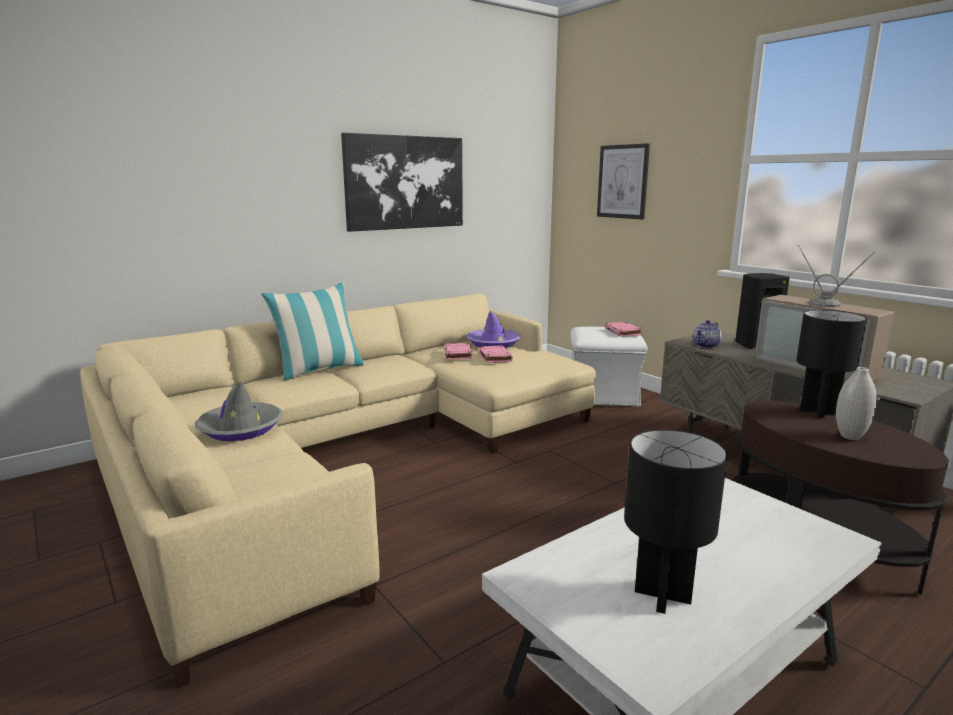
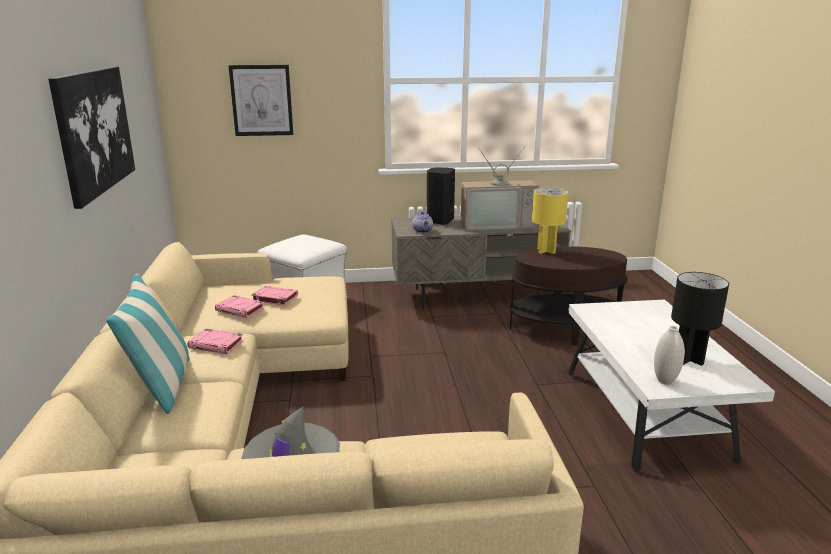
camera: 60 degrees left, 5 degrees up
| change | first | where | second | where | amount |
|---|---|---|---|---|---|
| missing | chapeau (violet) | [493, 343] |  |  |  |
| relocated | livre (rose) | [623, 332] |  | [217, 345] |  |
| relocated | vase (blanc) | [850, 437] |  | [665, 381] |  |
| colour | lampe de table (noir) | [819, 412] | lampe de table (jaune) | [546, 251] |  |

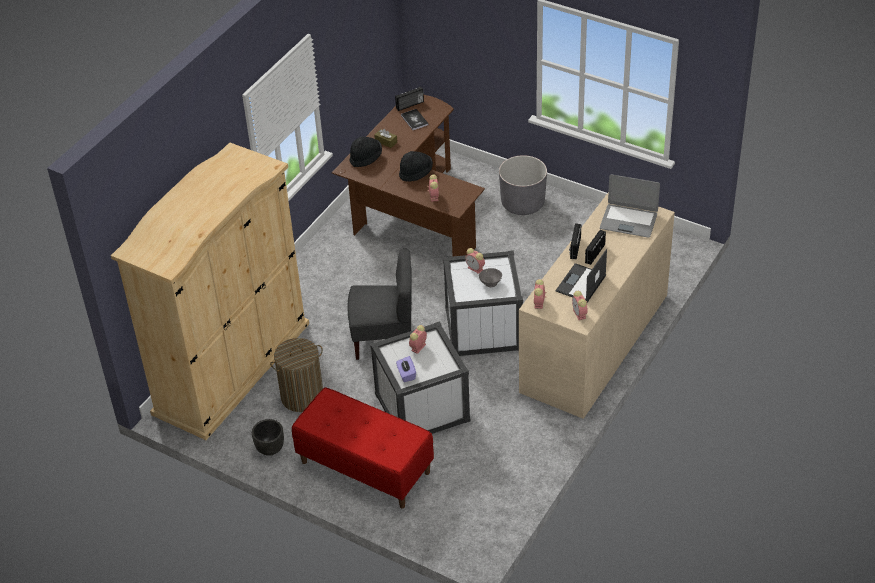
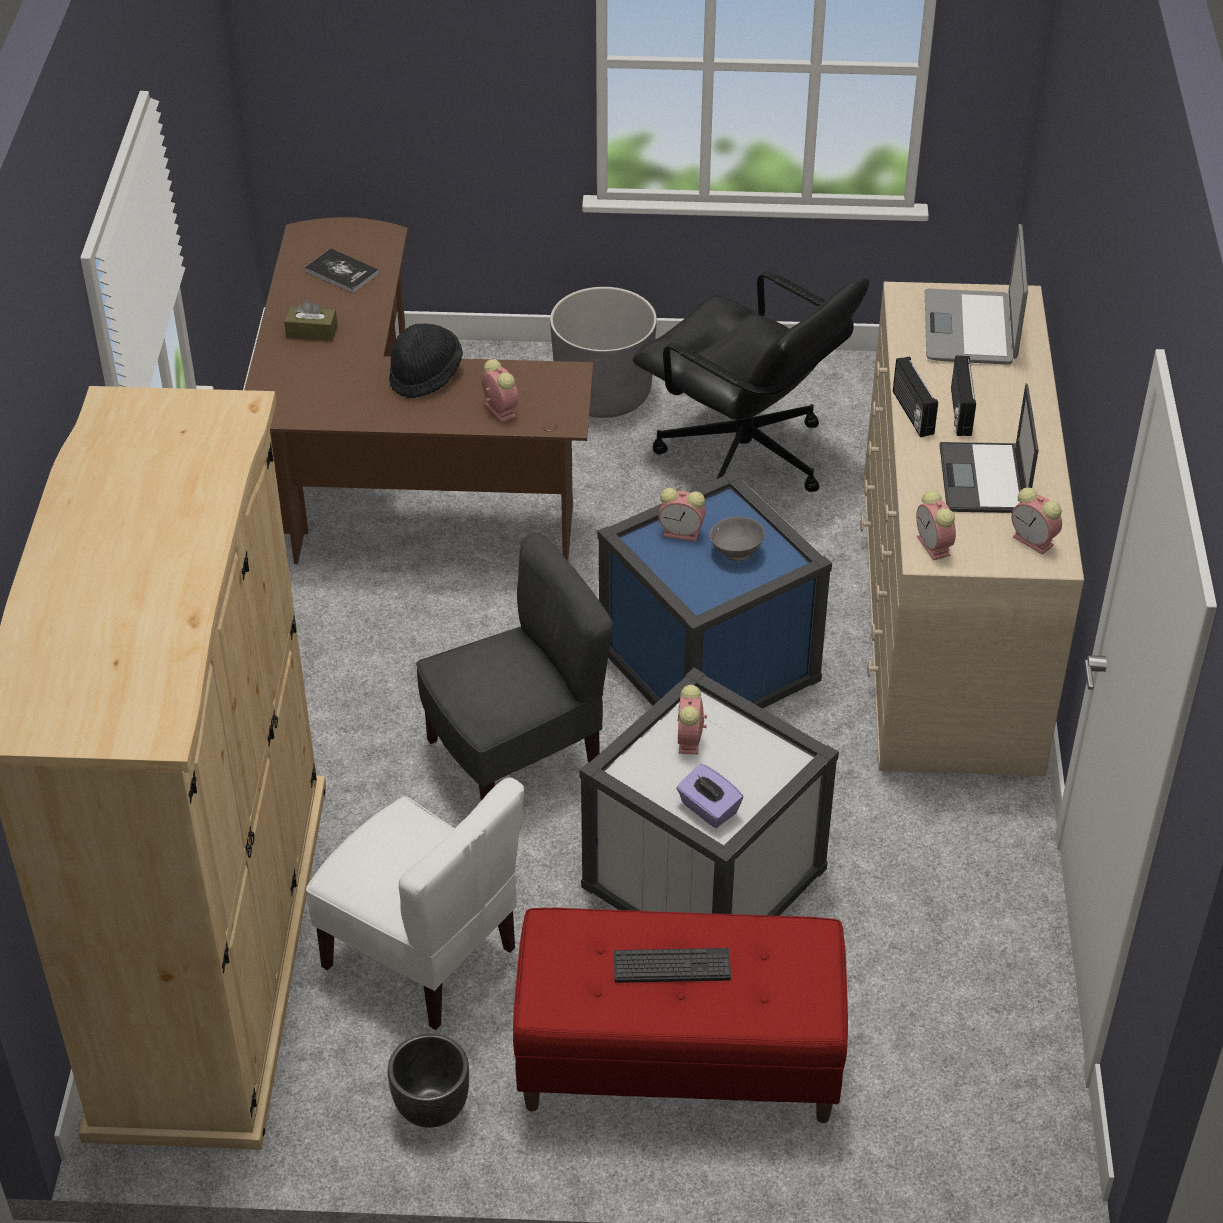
camera: 30 degrees left, 0 degrees up
| change | first | where | second | where | amount |
|---|---|---|---|---|---|
| missing | chapeau (noir) | [366, 158] |  |  |  |
| missing | radio | [410, 105] |  |  |  |
| appeared |  |  | clavier | [672, 966] |  |
| appeared |  |  | chaise de bureau (noir) | [744, 458] |  |
| exchanged | panier à linge | [302, 396] | chaise (blanc) | [422, 956] |  |
| colour | boîte de rangement (blanc) | [483, 328] | boîte de rangement (bleu) | [709, 664] |  |
| spun | ordinateur portable | [628, 221] |  | [971, 329] | 105 degrees clockwise |

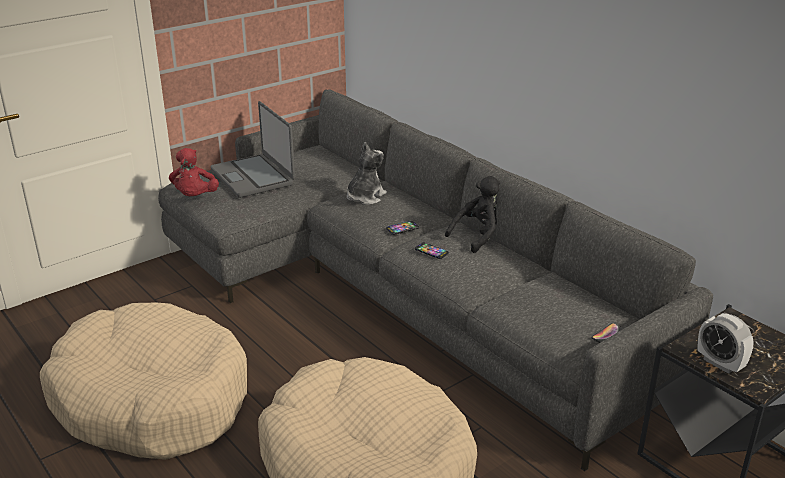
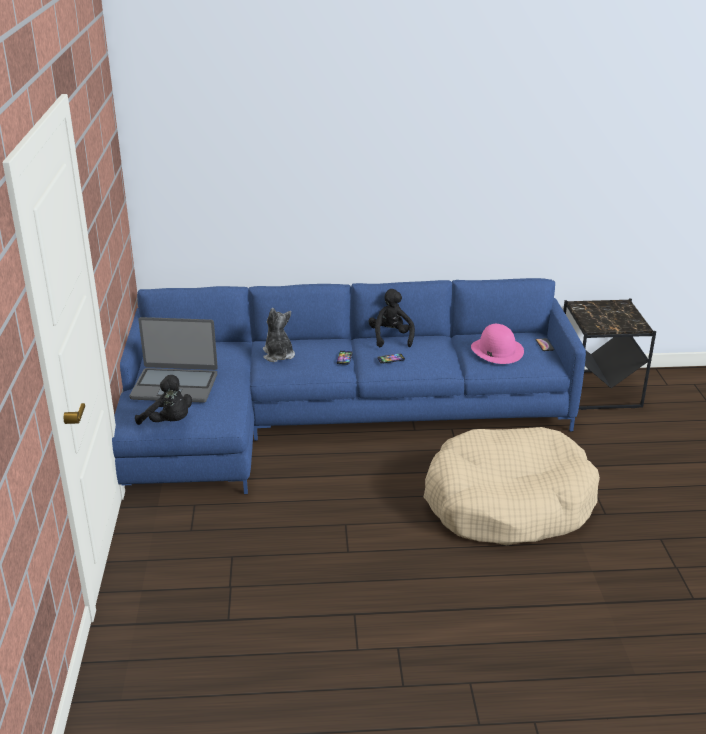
camera: 55 degrees left, 0 degrees up
| change | first | where | second | where | amount |
|---|---|---|---|---|---|
| missing | panier pour chien (beige) | [151, 400] |  |  |  |
| missing | réveil | [720, 363] |  |  |  |
| appeared |  |  | chapeau (rose) | [496, 350] |  |
| colour | canapé (gris) | [395, 293] | canapé (bleu) | [326, 419] |  |
| colour | peluche (rouge) | [195, 197] | peluche (noir) | [169, 422] |  |

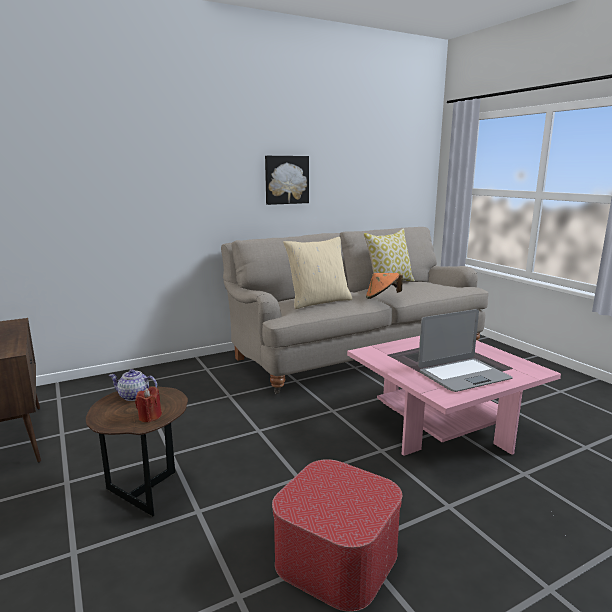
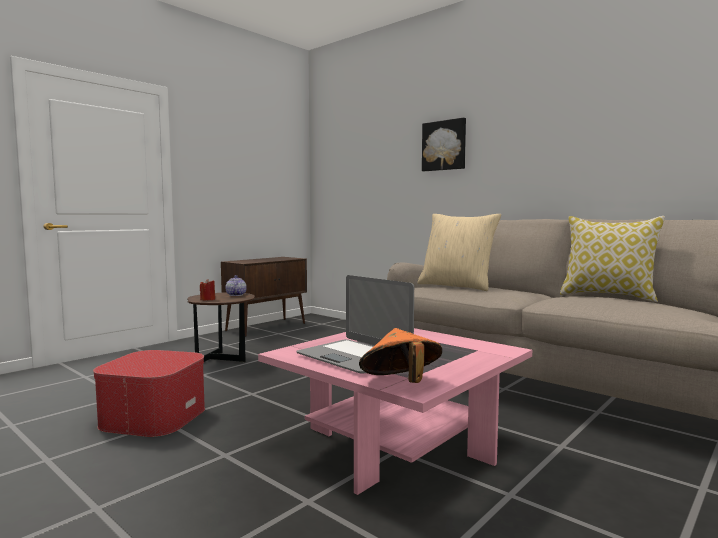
camera: 70 degrees right, 10 degrees down
| change | first | where | second | where | amount |
|---|---|---|---|---|---|
| relocated | tableau | [286, 180] |  | [444, 145] |  |
| relocated | chapeau (orange) | [382, 297] |  | [400, 384] |  |

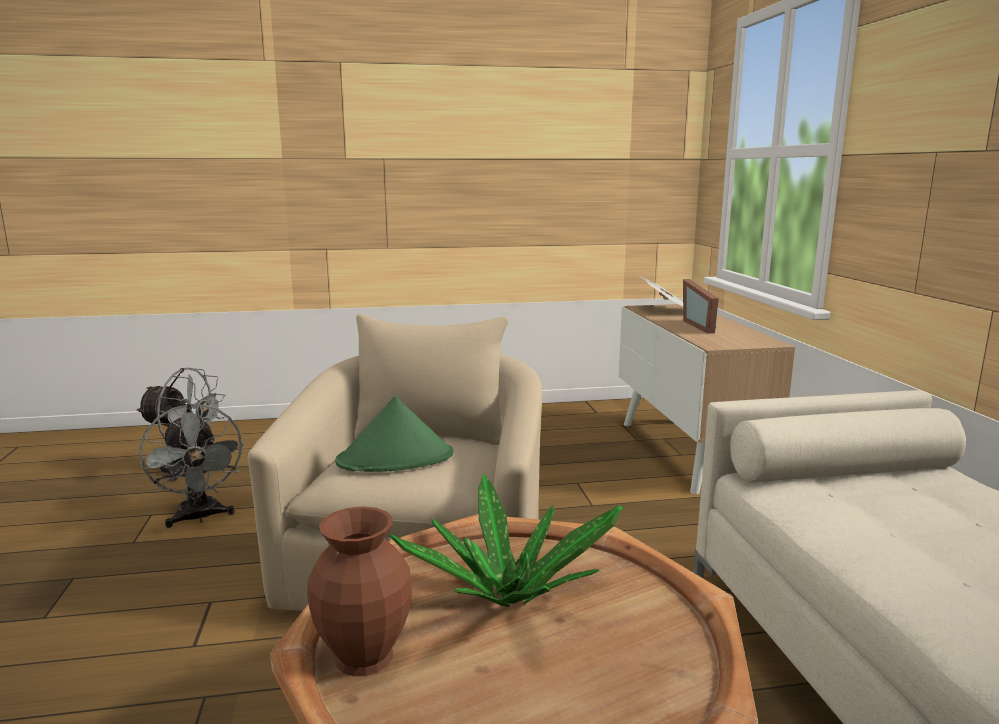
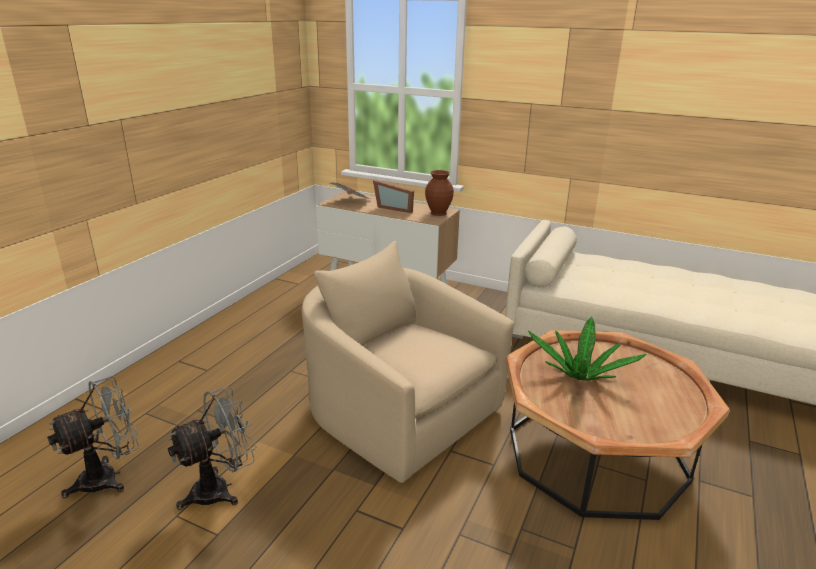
camera: 55 degrees left, 10 degrees up
| change | first | where | second | where | amount |
|---|---|---|---|---|---|
| missing | chapeau (vert) | [396, 459] |  |  |  |
| relocated | vase (marron) | [362, 657] |  | [438, 213] |  |
| spun | ventilateur (gris) | [200, 517] |  | [220, 489] | 45 degrees counterclockwise |

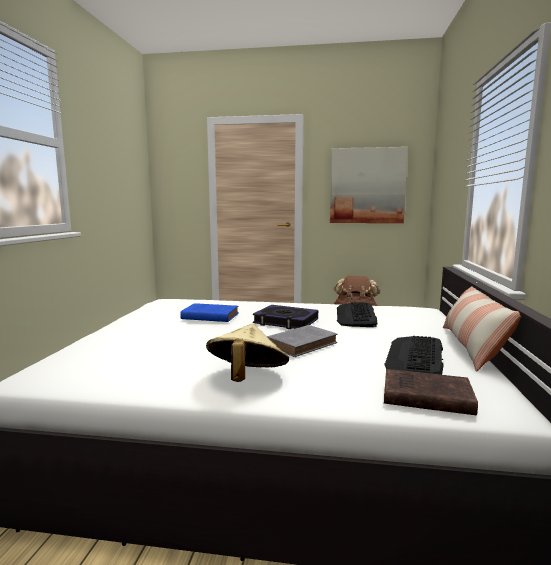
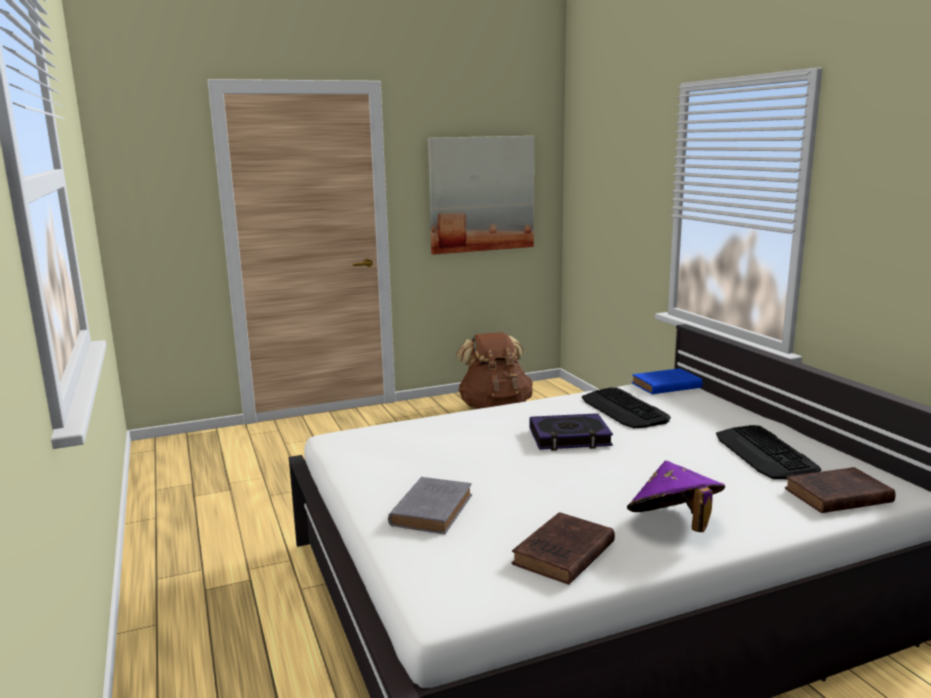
camera: 30 degrees left, 5 degrees up
| change | first | where | second | where | amount |
|---|---|---|---|---|---|
| missing | coussin | [472, 347] |  |  |  |
| appeared |  |  | livre (marron) | [562, 555] |  |
| relocated | livre (bleu) | [208, 316] |  | [664, 386] |  |
| relocated | livre (gris) | [303, 344] |  | [433, 509] |  |
| colour | chapeau (beige) | [247, 378] | chapeau (violet) | [674, 525] |  |

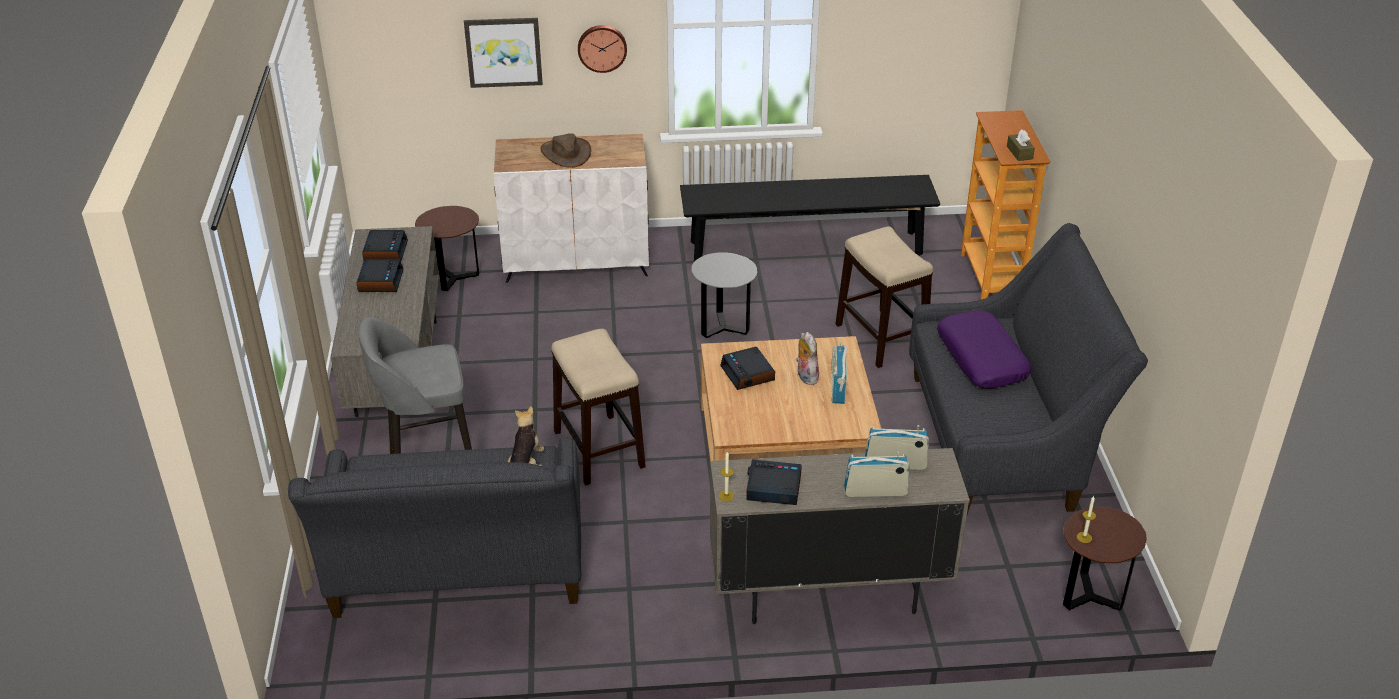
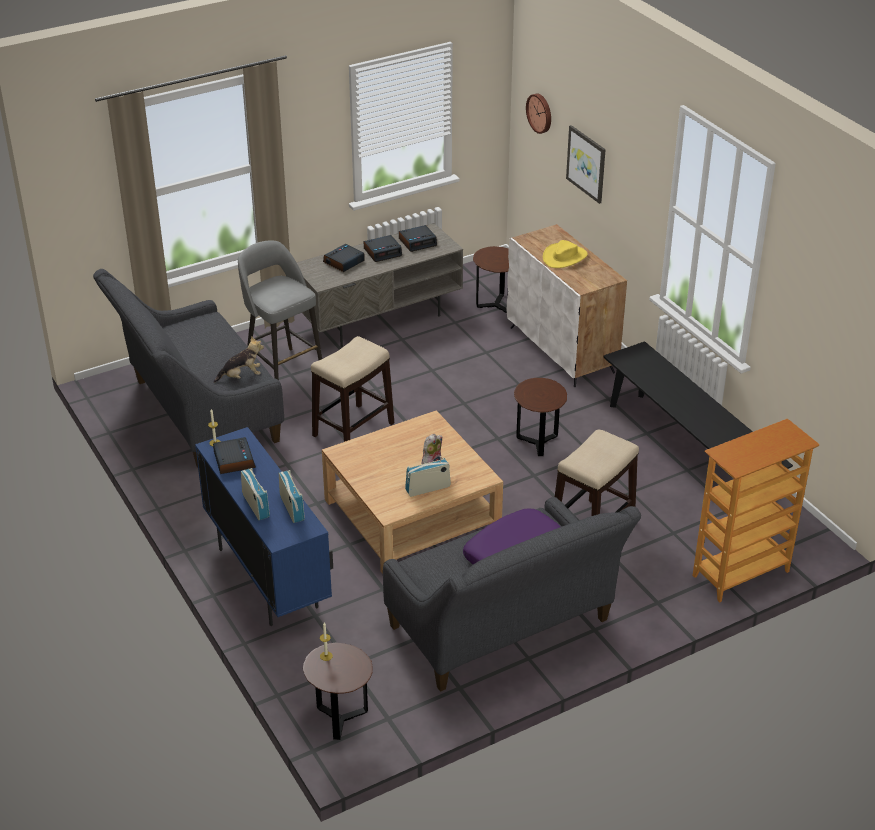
camera: 65 degrees right, 0 degrees up
| change | first | where | second | where | amount |
|---|---|---|---|---|---|
| missing | boîte à mouchoirs (marron) | [1019, 153] |  |  |  |
| relocated | horloge murale | [602, 47] |  | [540, 113] |  |
| relocated | réveil | [748, 374] |  | [344, 262] |  |
| colour | chapeau (marron) | [566, 153] | chapeau (jaune) | [564, 257] |  |
| colour | table d'appoint (gris) | [723, 328] | table d'appoint (marron) | [538, 443] |  |
| colour | meuble de rangement (beige) | [828, 594] | meuble de rangement (bleu) | [267, 578] |  |

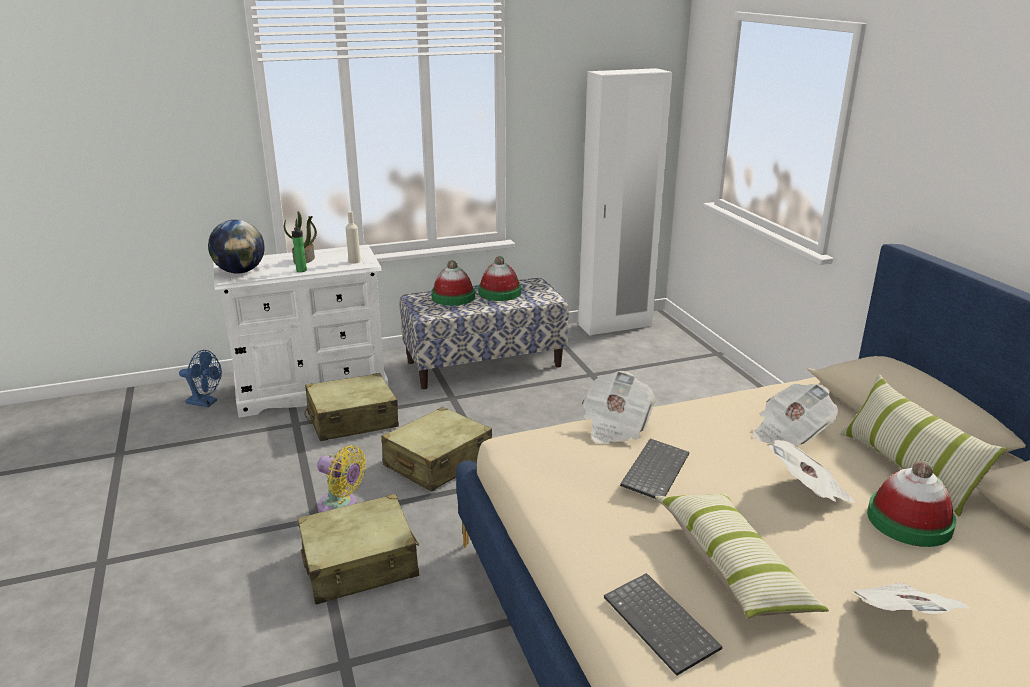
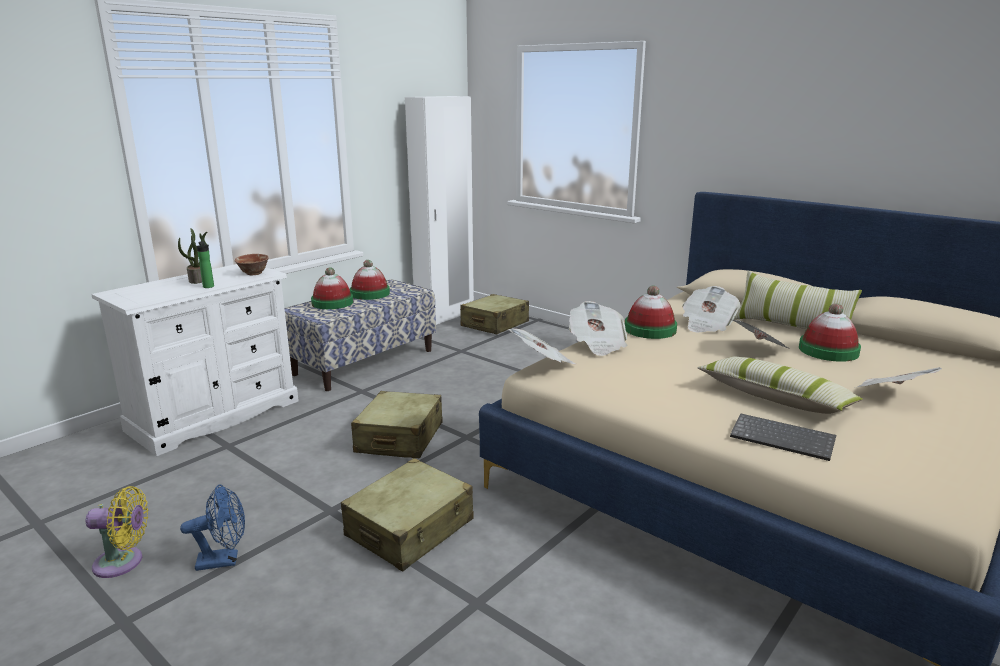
camera: 30 degrees left, 5 degrees down
| change | first | where | second | where | amount |
|---|---|---|---|---|---|
| missing | globe | [240, 271] |  |  |  |
| missing | clavier | [654, 470] |  |  |  |
| appeared |  |  | journal | [542, 363] |  |
| appeared |  |  | chapeau | [650, 329] |  |
| relocated | ventilateur (bleu) | [206, 403] |  | [224, 560] |  |
| relocated | valise (beige) | [352, 420] |  | [494, 324] |  |
| relocated | ventilateur (jaune) | [341, 506] |  | [123, 562] |  |
| exchanged | bouteille (beige) | [354, 261] | bol | [254, 273] |  |

